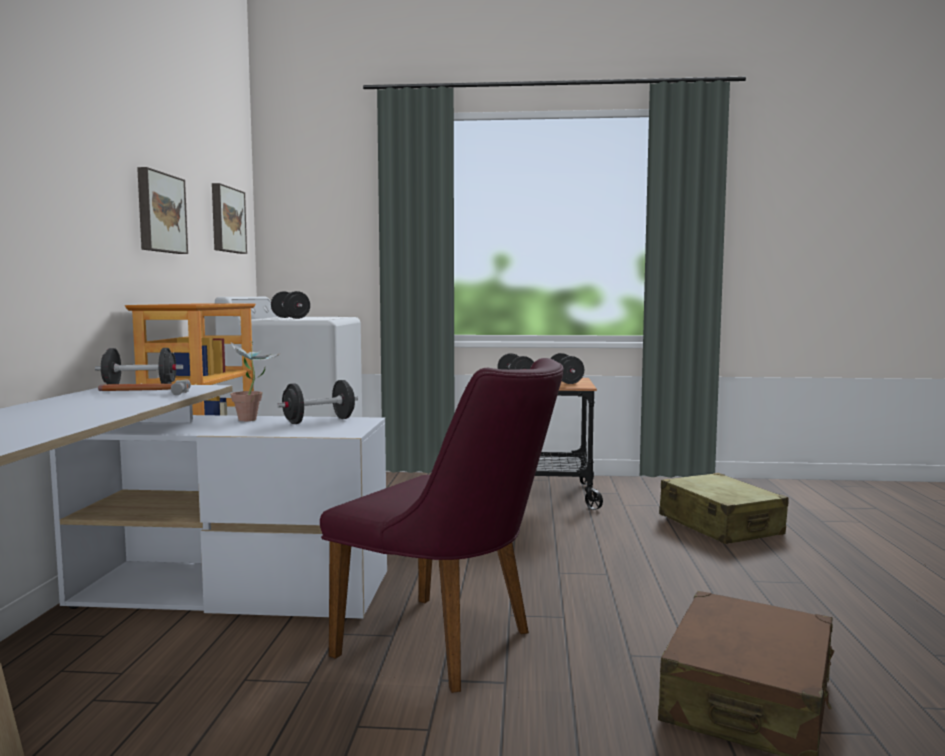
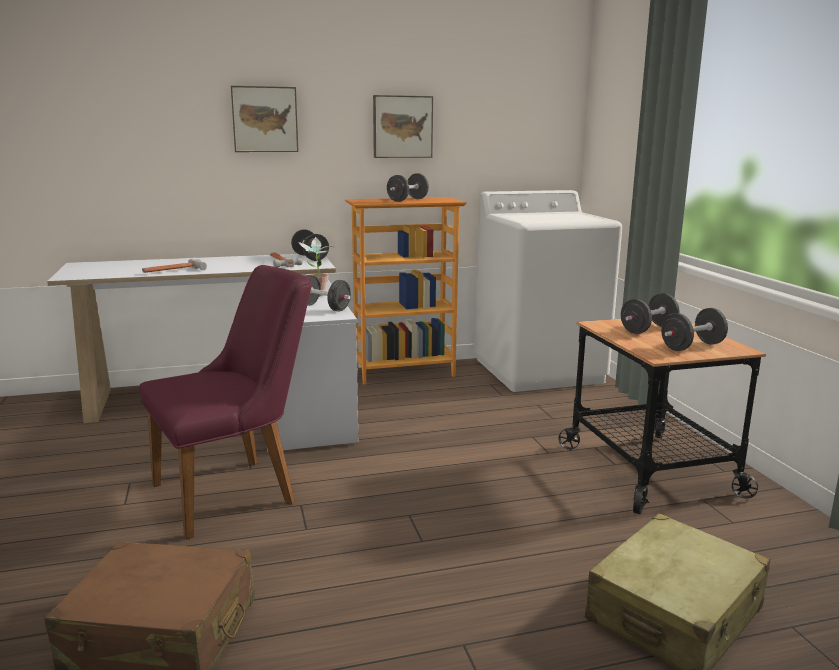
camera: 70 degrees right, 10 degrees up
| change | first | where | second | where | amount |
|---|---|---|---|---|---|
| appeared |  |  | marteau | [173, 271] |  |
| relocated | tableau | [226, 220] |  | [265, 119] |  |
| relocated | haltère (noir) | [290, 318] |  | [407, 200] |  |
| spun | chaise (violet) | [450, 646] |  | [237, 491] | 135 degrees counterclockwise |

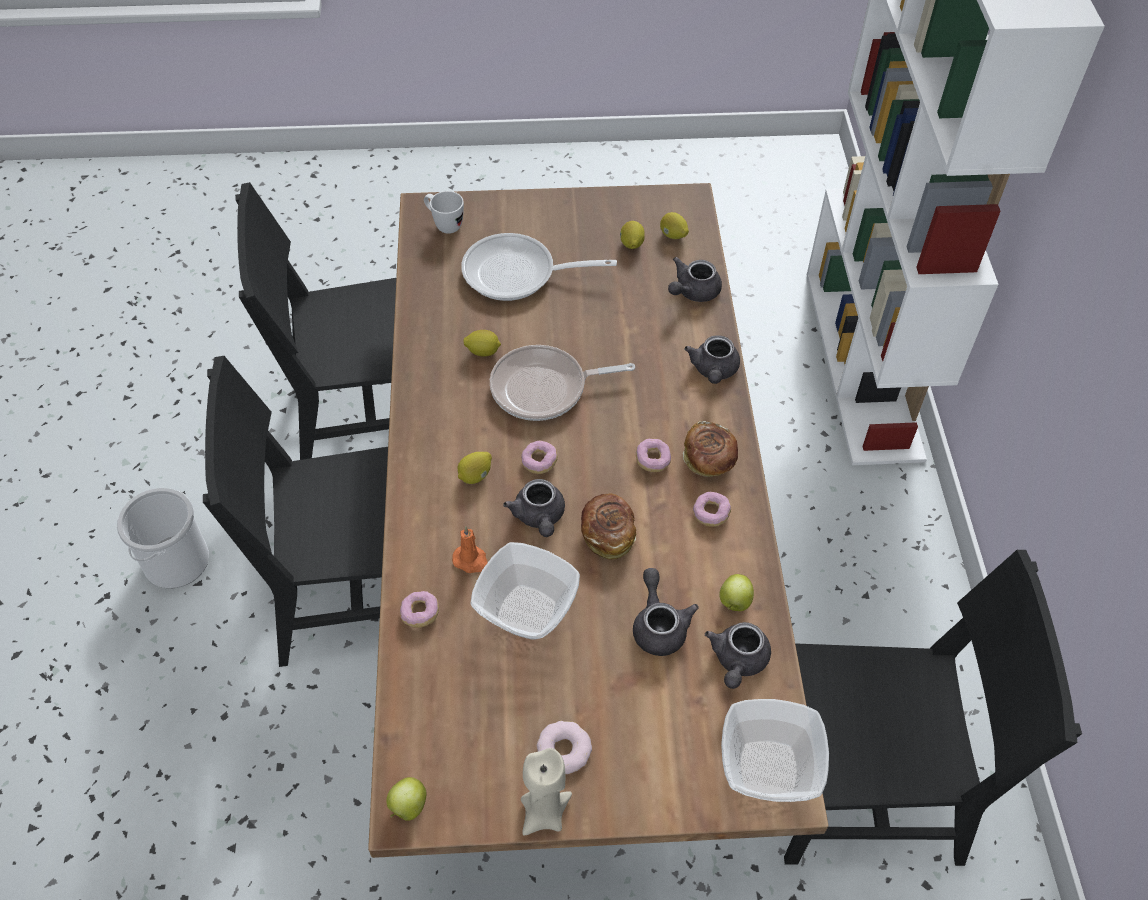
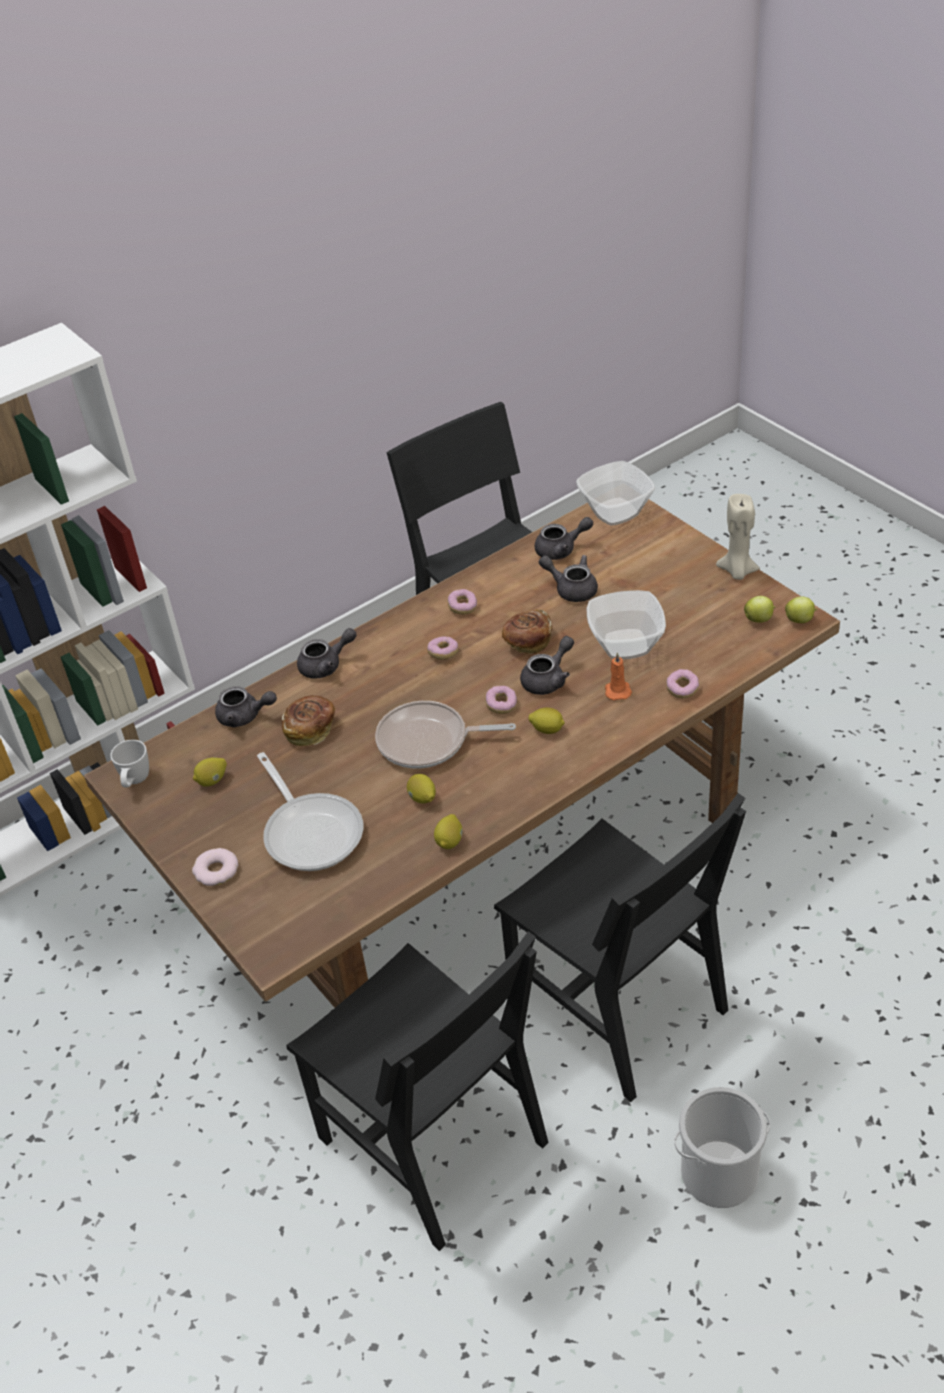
camera: 120 degrees left, 10 degrees down
| change | first | where | second | where | amount |
|---|---|---|---|---|---|
| relocated | mug (blanc) | [444, 225] |  | [135, 782] |  |
| relocated | beignet | [563, 750] |  | [216, 871] |  |
| relocated | citron | [673, 235] |  | [450, 841] |  |
| relocated | pain | [709, 460] |  | [310, 729] |  |
| relocated | pomme | [734, 602] |  | [759, 619] |  |
| spun | poêle | [544, 388] |  | [428, 741] | 135 degrees clockwise |
| spun | théière (gris) | [659, 625] |  | [571, 588] | 75 degrees clockwise |

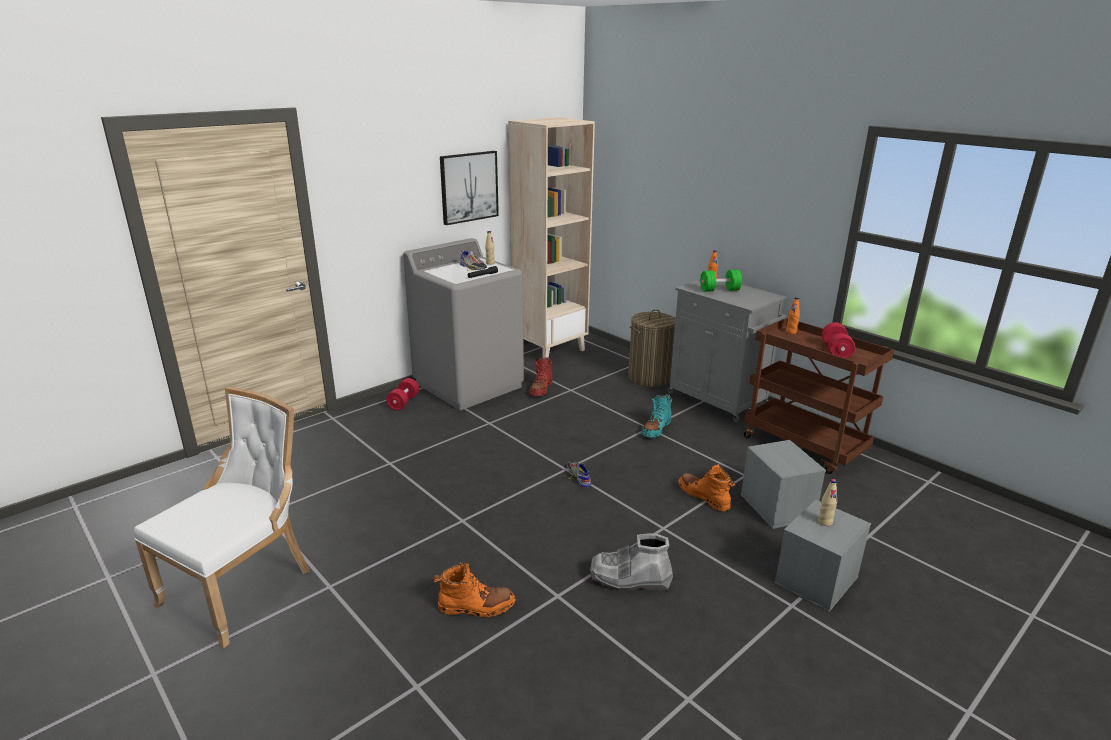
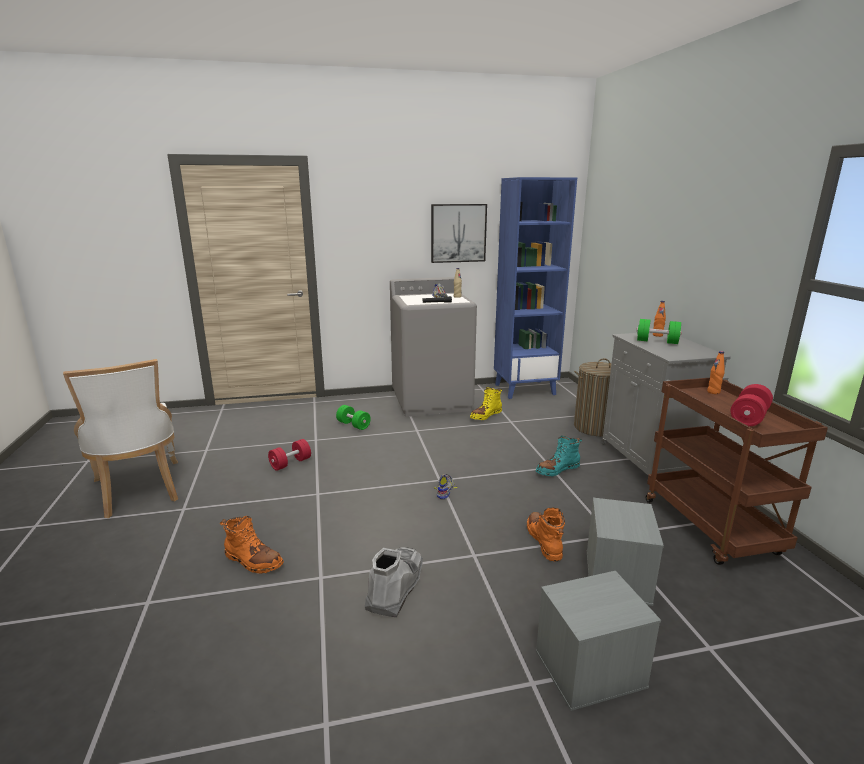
camera: 30 degrees right, 5 degrees down
| change | first | where | second | where | amount |
|---|---|---|---|---|---|
| missing | bouteille (beige) | [825, 522] |  |  |  |
| appeared |  |  | haltère (vert) | [353, 425] |  |
| relocated | haltère (rouge) | [403, 402] |  | [290, 463] |  |
| colour | bibliothèque (beige) | [550, 350] | bibliothèque (bleu) | [525, 389] |  |
| colour | botte (rouge) | [541, 389] | botte (jaune) | [485, 415] |  |
| spun | chaise (blanc) | [243, 586] |  | [140, 491] | 90 degrees clockwise |
| spun | botte (gris) | [630, 578] |  | [395, 587] | 75 degrees clockwise |

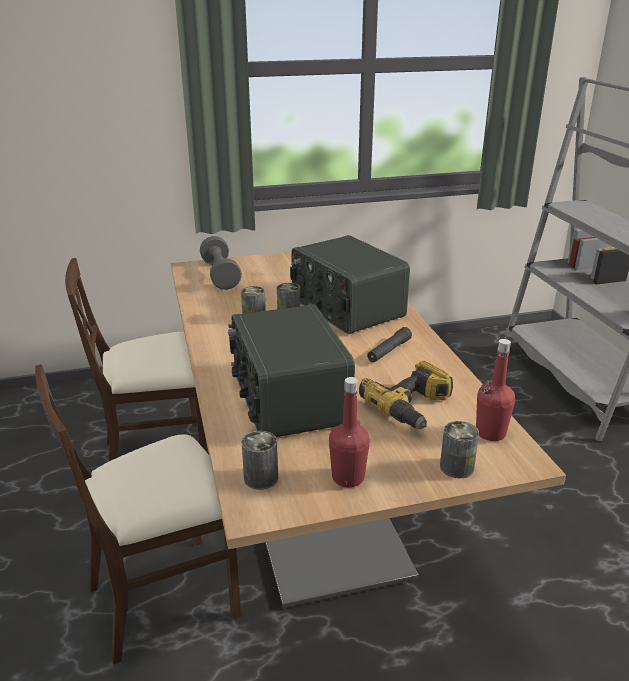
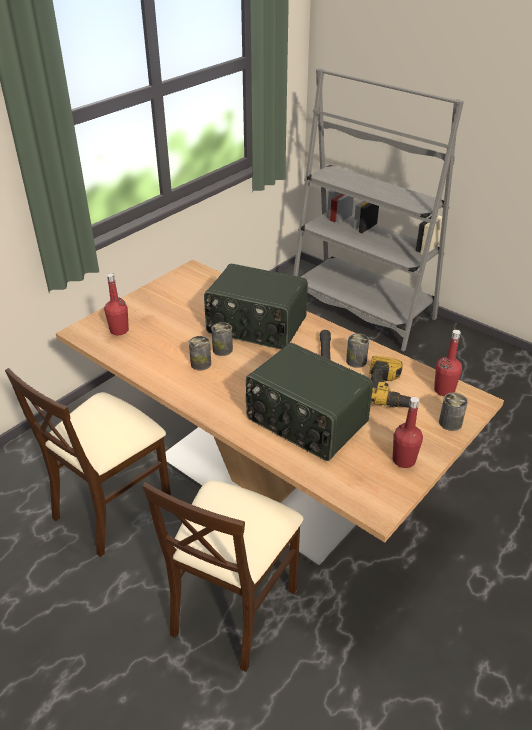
camera: 35 degrees left, 10 degrees up
| change | first | where | second | where | amount |
|---|---|---|---|---|---|
| relocated | boîte métallique | [261, 478] |  | [356, 361] |  |
| exchanged | haltère (gris) | [220, 275] | bouteille (rouge) | [119, 330] |  |

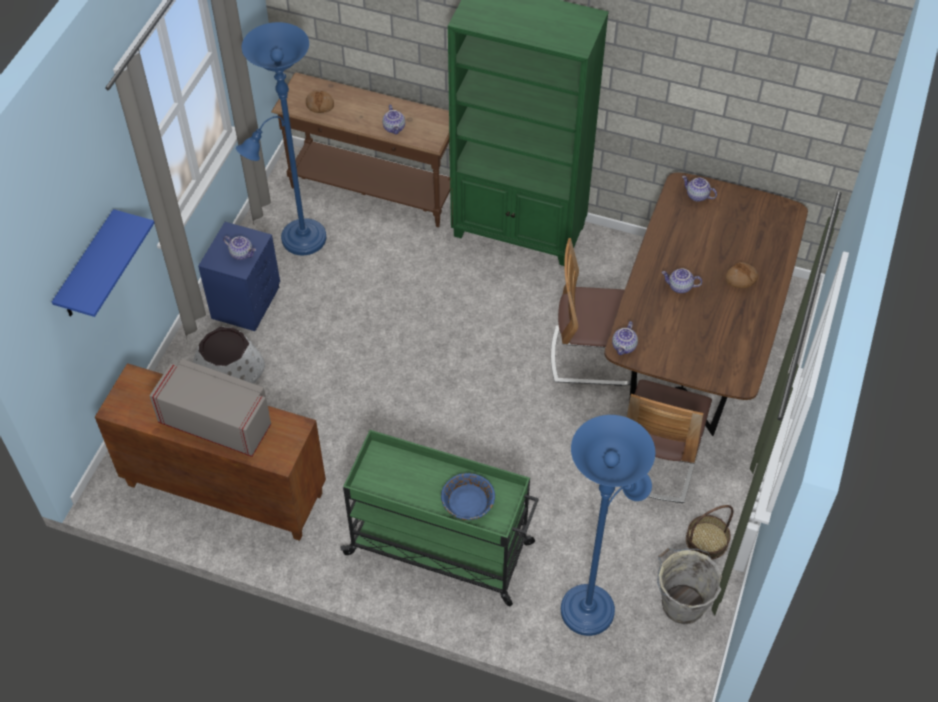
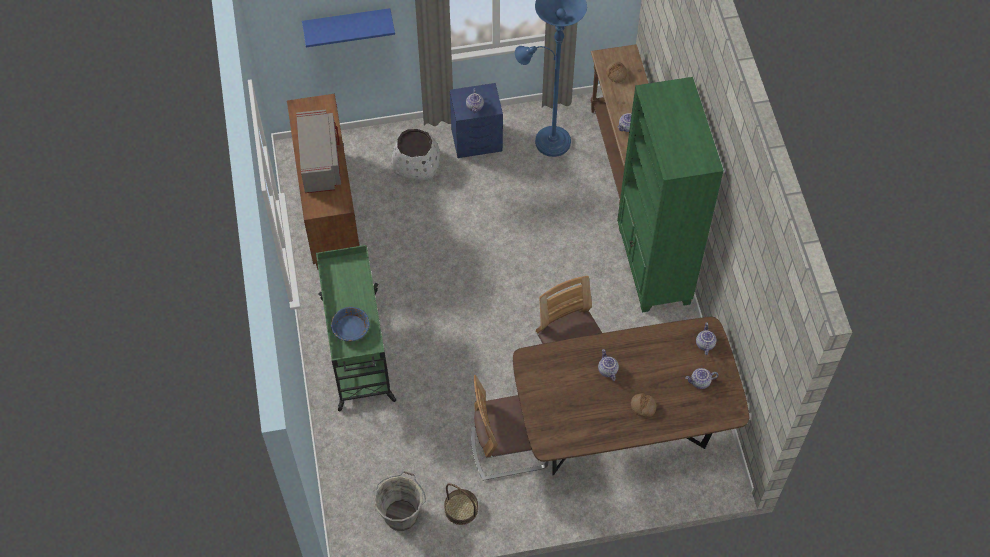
camera: 60 degrees right, 5 degrees up
| change | first | where | second | where | amount |
|---|---|---|---|---|---|
| missing | lampadaire (bleu) | [592, 605] |  |  |  |
| relocated | théière | [624, 347] |  | [700, 382] |  |

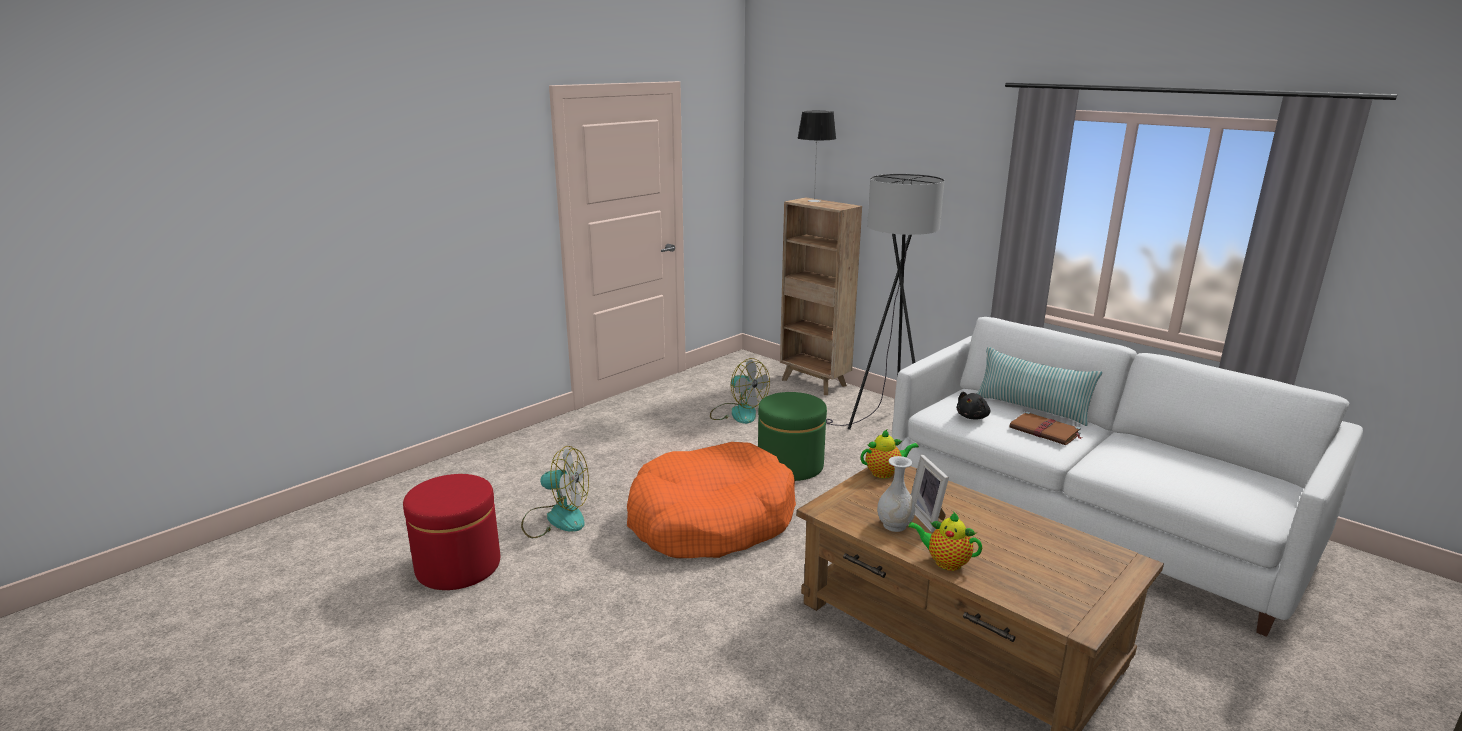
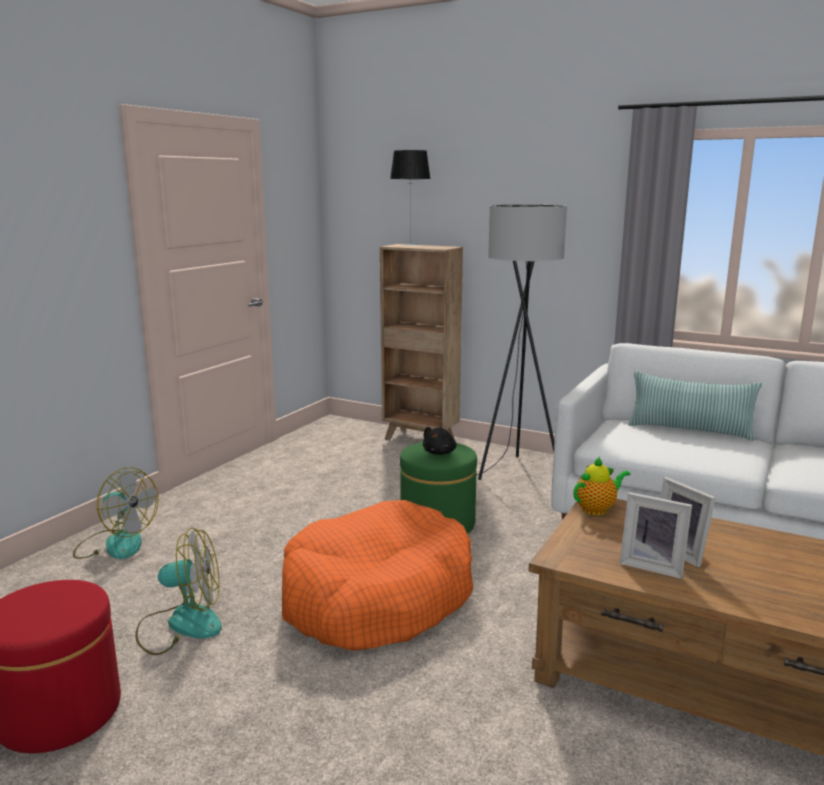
camera: 15 degrees left, 5 degrees down
| change | first | where | second | where | amount |
|---|---|---|---|---|---|
| missing | théière | [945, 562] |  |  |  |
| missing | livre (marron) | [1045, 431] |  |  |  |
| relocated | ventilateur | [737, 413] |  | [116, 543] |  |
| relocated | peluche (noir) | [973, 417] |  | [440, 453] |  |
| exchanged | vase (blanc) | [895, 525] | cadre photo | [652, 565] |  |

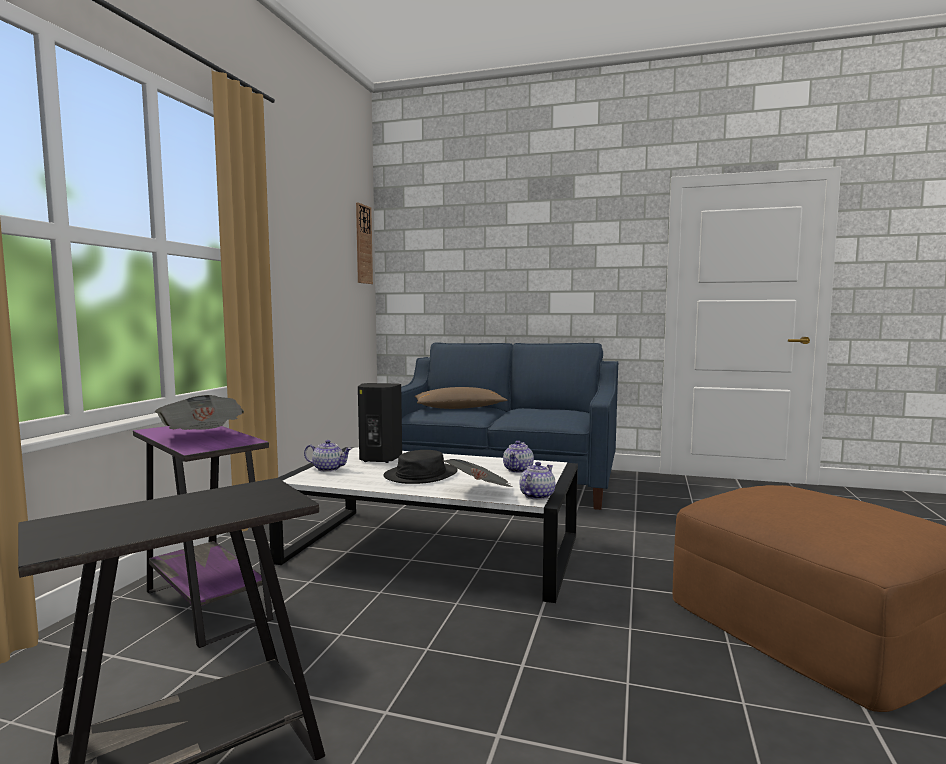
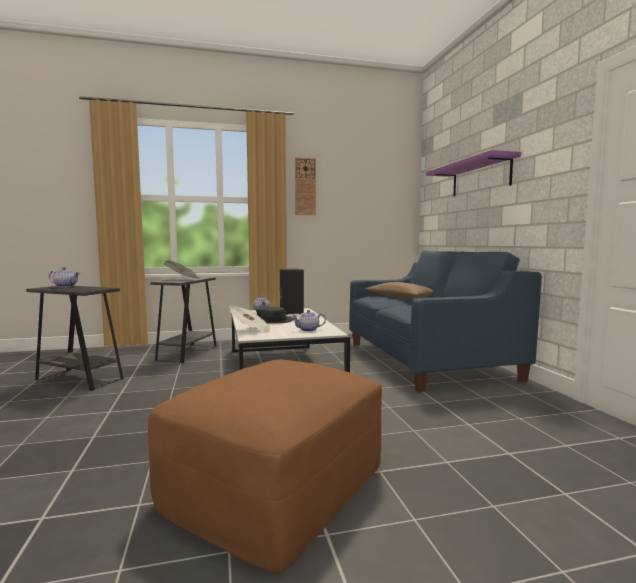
camera: 60 degrees right, 0 degrees up
| change | first | where | second | where | amount |
|---|---|---|---|---|---|
| appeared |  |  | étagère (violet) | [480, 177] |  |
| relocated | horloge murale | [363, 244] |  | [305, 186] |  |
| relocated | théière | [536, 496] |  | [65, 286] |  |
| colour | table d'appoint (violet) | [207, 605] | table d'appoint (gris) | [187, 353] |  |

